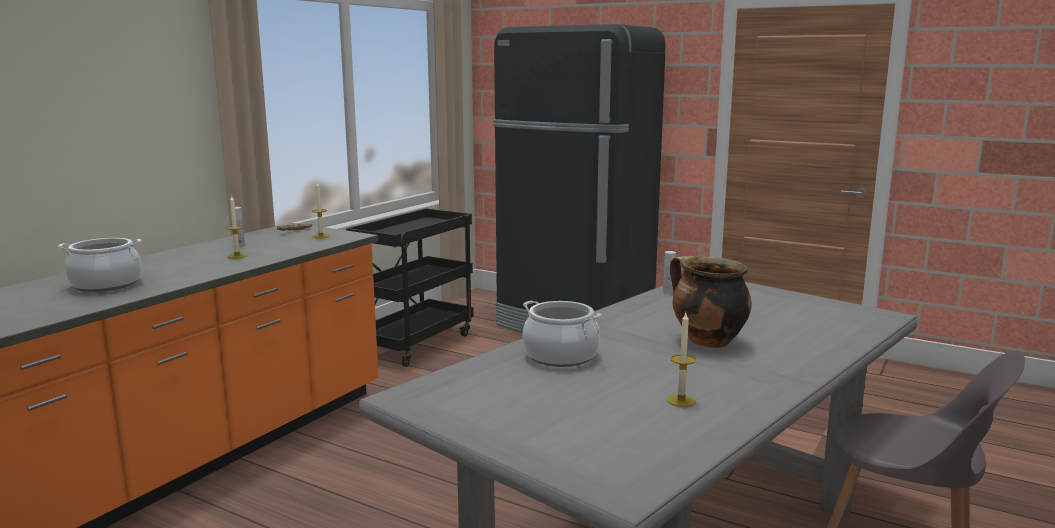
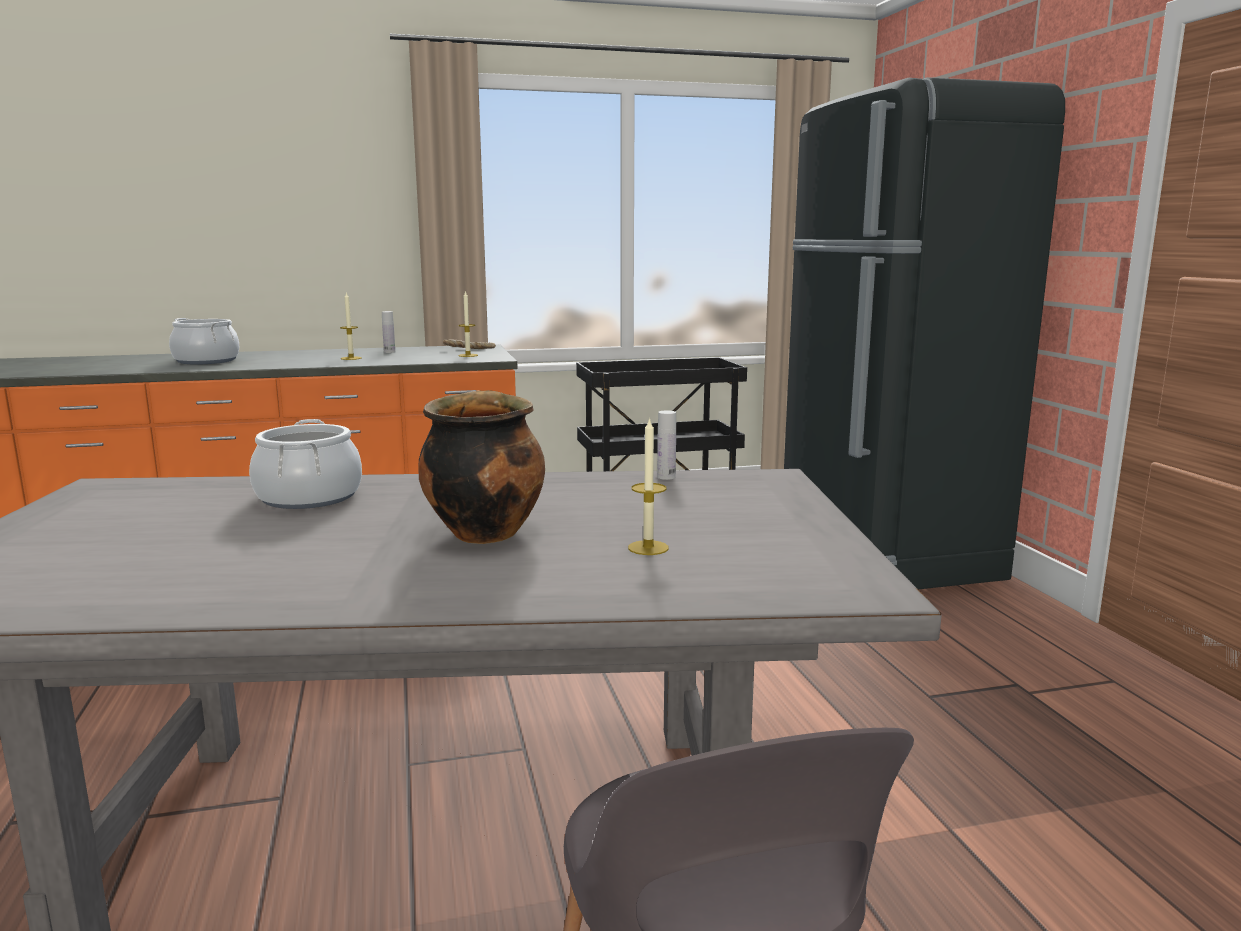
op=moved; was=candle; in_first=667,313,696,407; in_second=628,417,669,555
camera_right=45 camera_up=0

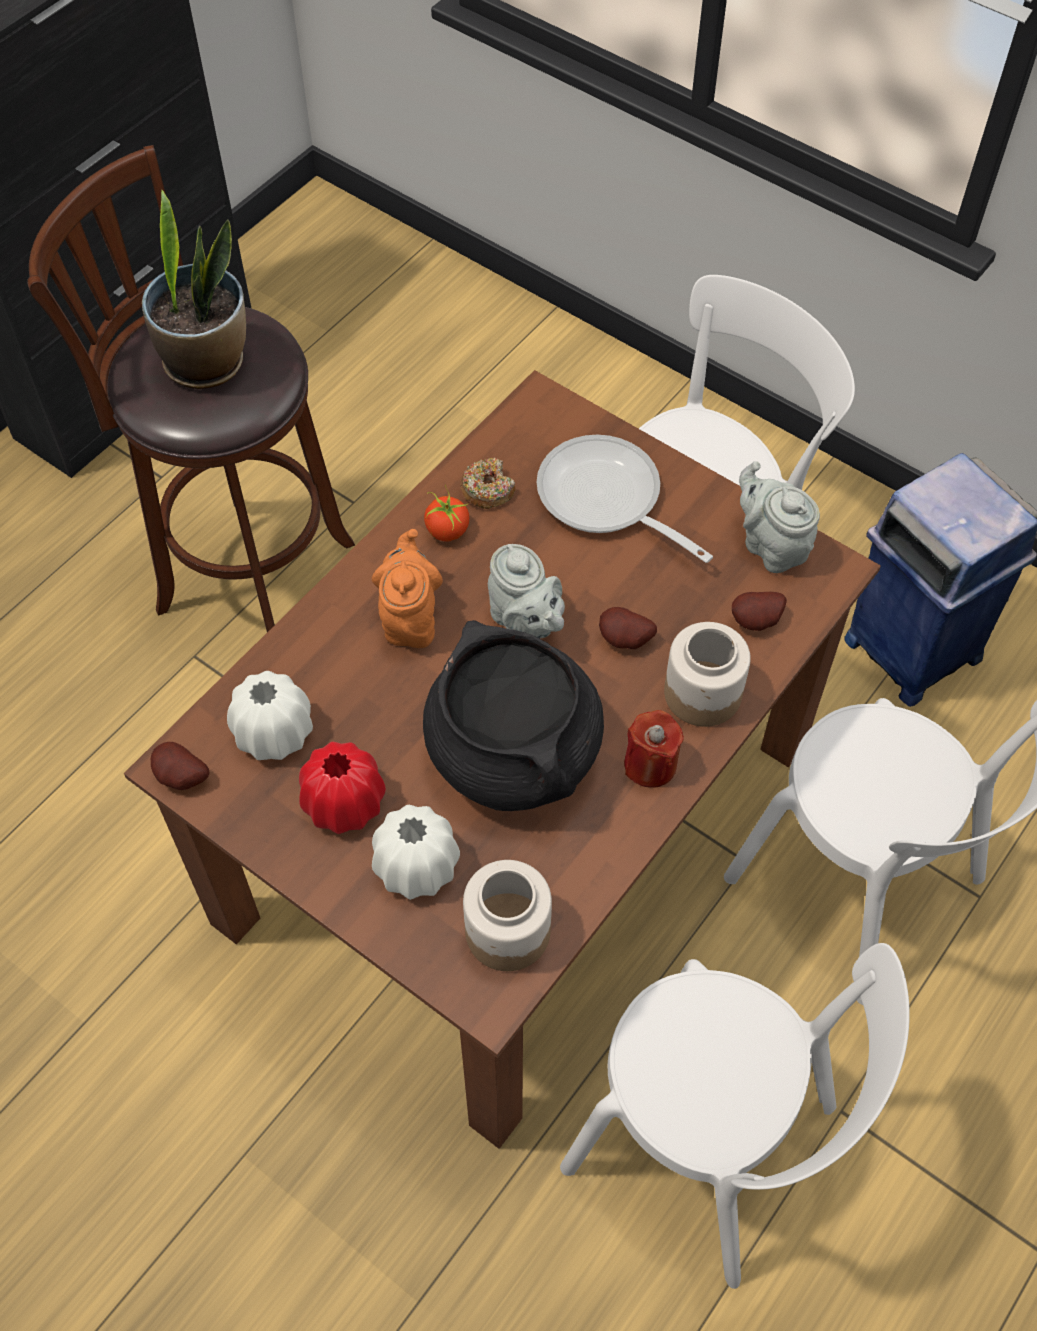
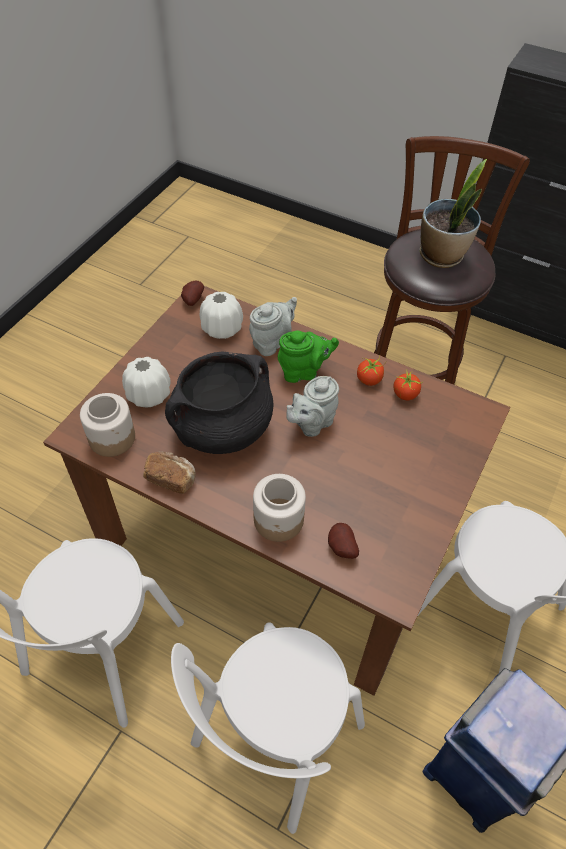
op=removed; was=red vase; in_first=299,742,386,834
op=recoloured; was=orange teapot; now=green teapot; in_first=372,529,443,648; in_second=278,330,339,383
op=replaced; was=donut; now=tomato; in_first=460,458,515,509; in_second=394,369,422,400
op=removed; was=frying pan; in_first=537,435,713,563
op=removed; was=potato; in_first=599,607,657,649
op=removed; was=red candle; in_first=624,710,684,788
op=moved; was=grey teapot; in_first=739,461,820,573; in_second=249,297,297,356
op=added; now=bread; in_second=143,451,196,494
camera_right=80 camera_up=-5

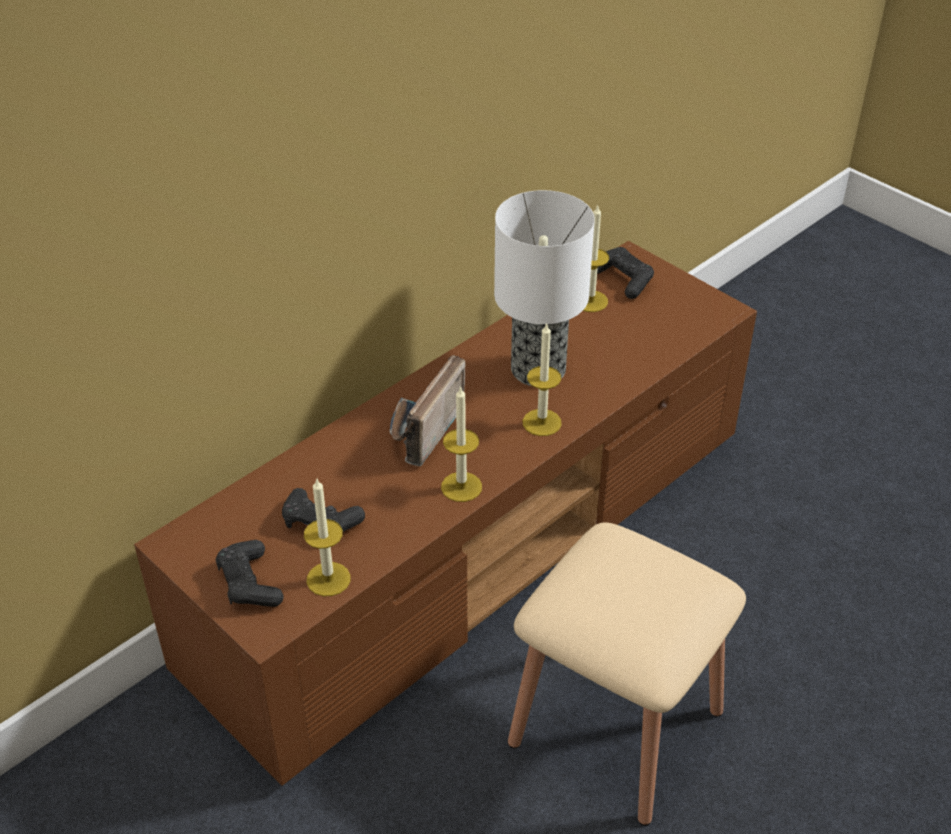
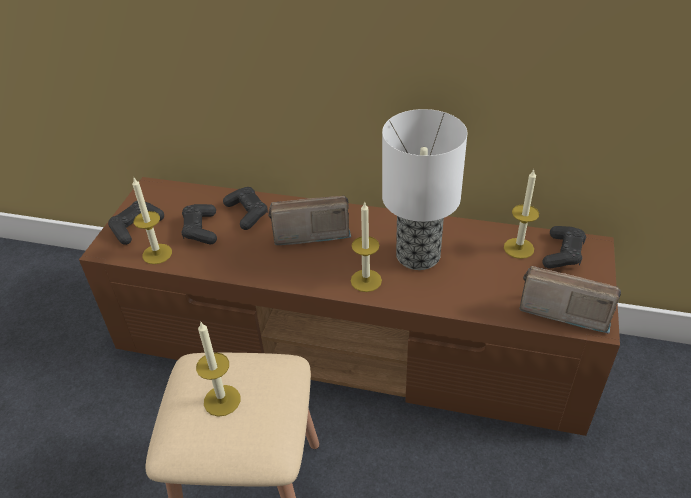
op=moved; was=candle; in_first=441,386,482,502; in_second=196,321,240,417
op=added; now=black game controller; in_second=223,187,268,230
op=added; now=radio; in_second=519,266,621,334
camera_right=60 camera_up=0

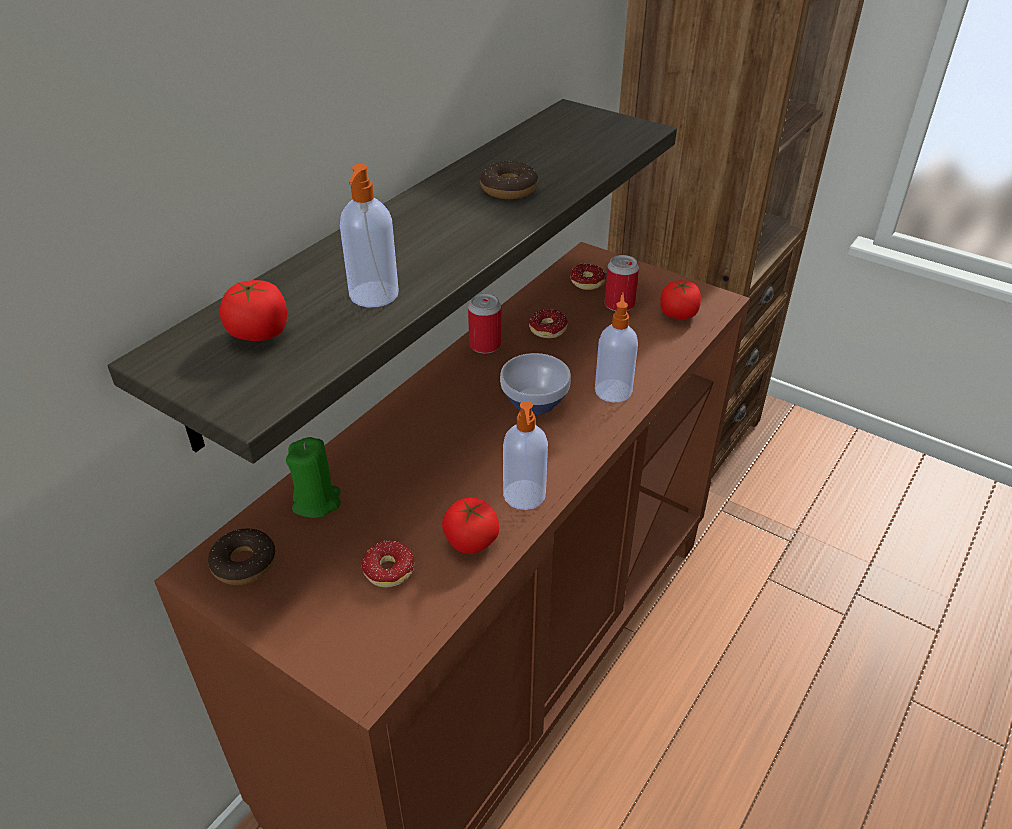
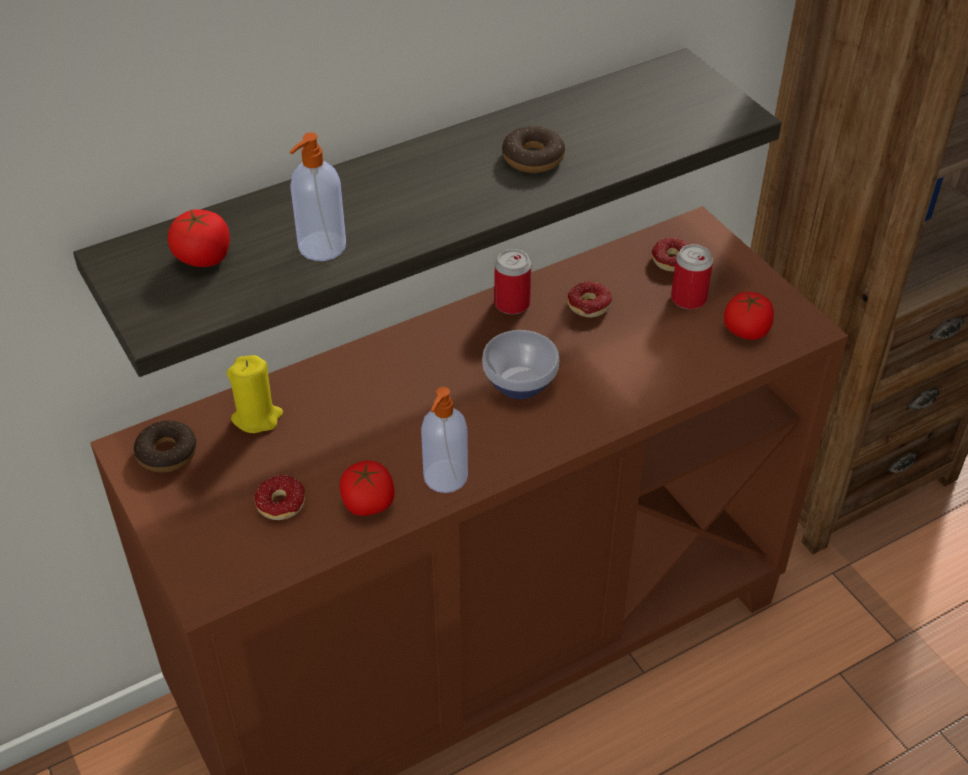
op=recoloured; was=green candle; now=yellow candle; in_first=286,437,341,518; in_second=227,355,283,433
op=removed; was=soap dispenser; in_first=595,292,638,402
camera_right=25 camera_up=5

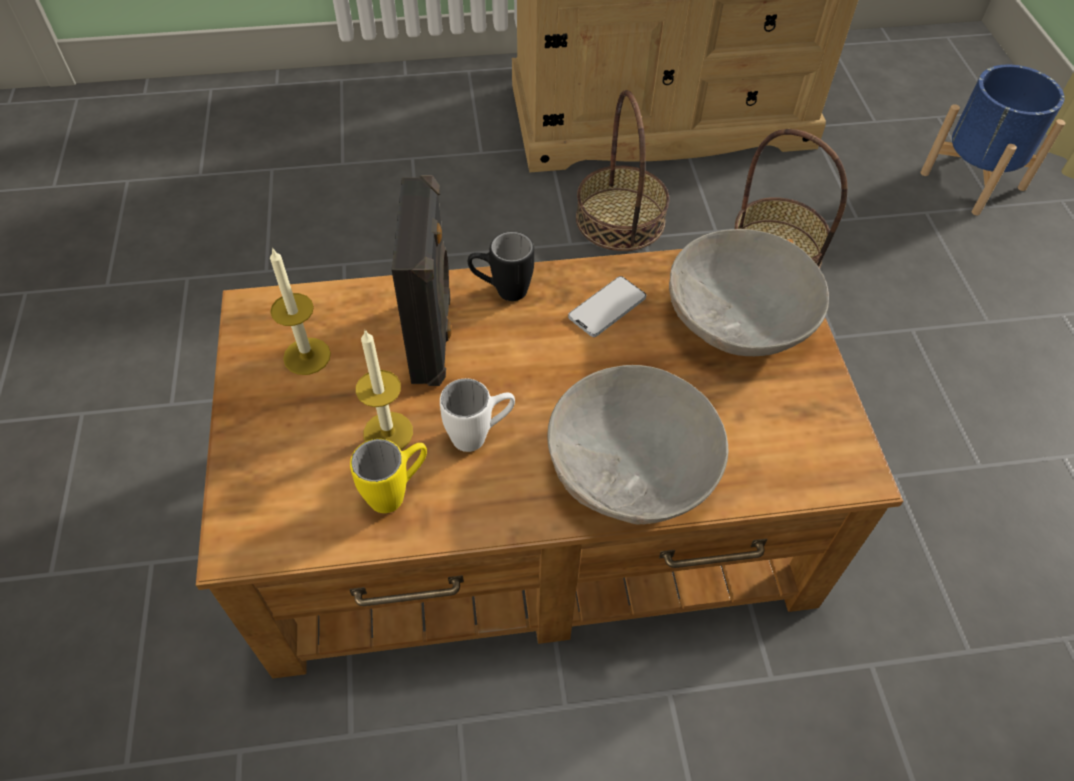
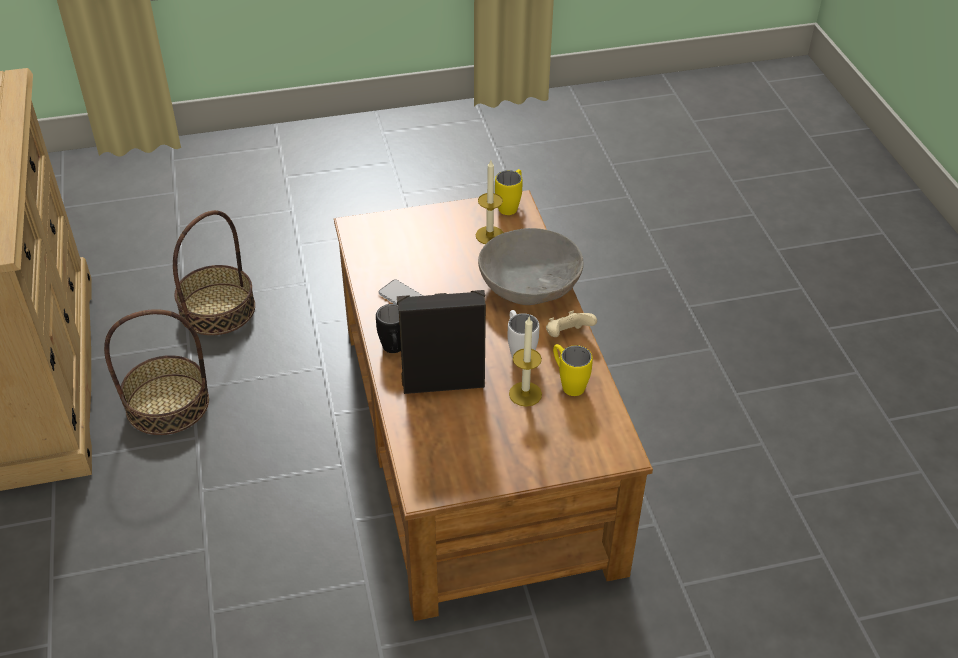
op=moved; was=candle; in_first=270,247,331,375; in_second=476,160,504,244
op=removed; was=grey bowl; in_first=669,229,829,356
op=removed; was=blue planter; in_first=920,64,1065,215
op=added; now=yellow mug; in_second=495,169,523,215
op=added; now=beige game controller; in_second=546,311,597,337
camera_right=-95 camera_up=-10

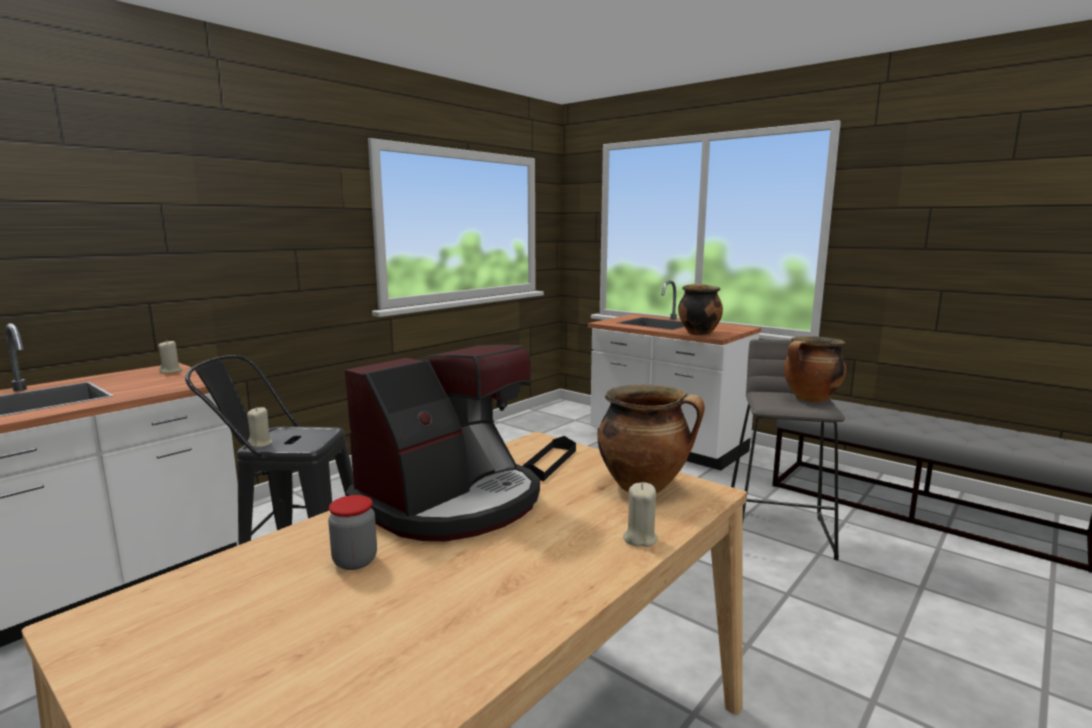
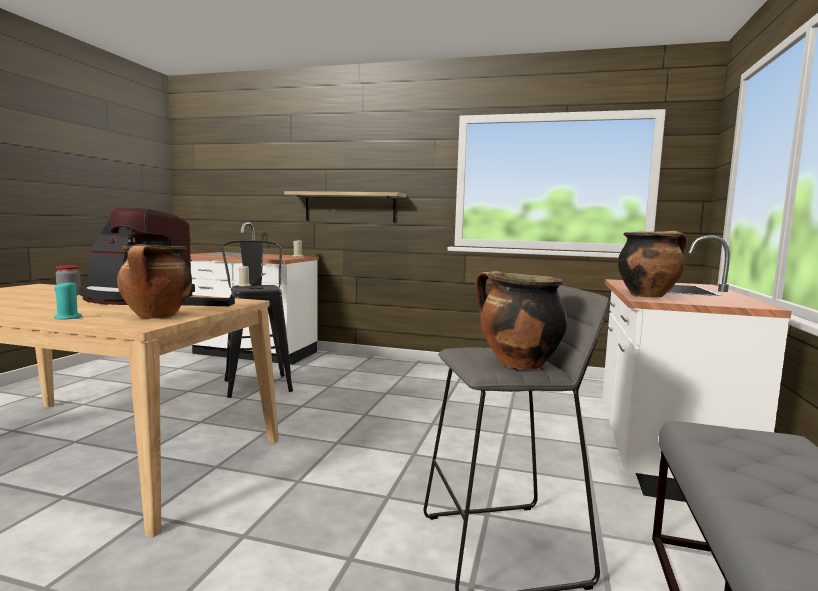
op=recoloured; was=beige candle; now=turquoise candle; in_first=623,483,657,547; in_second=54,280,82,320
op=added; now=shelf; in_second=284,191,406,223
camera_right=65 camera_up=-5

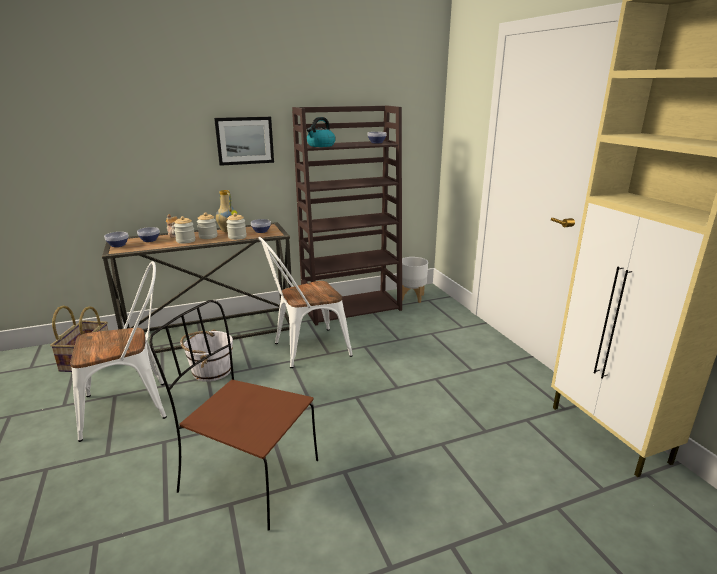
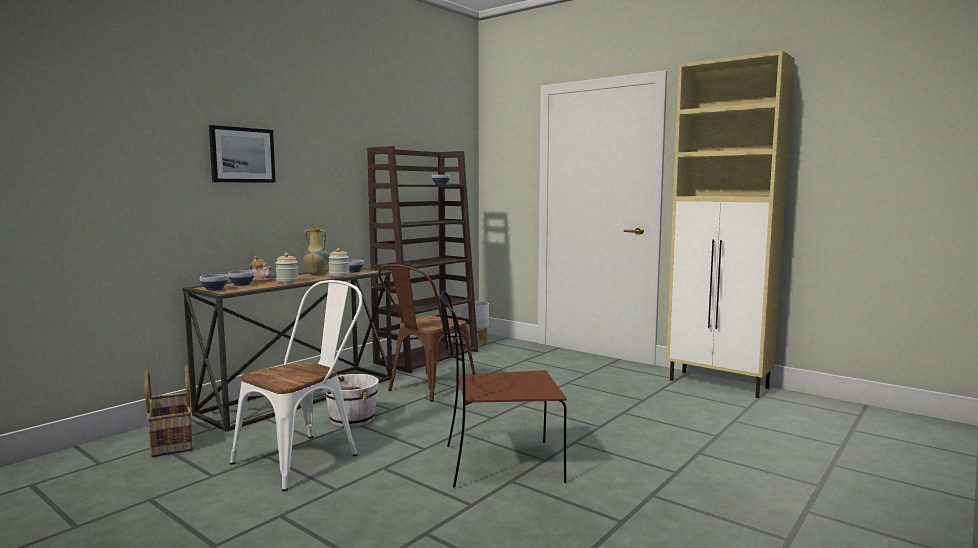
op=removed; was=jar; in_first=197,213,217,239
op=moved; was=picture; in_first=214,117,274,166; in_second=209,125,276,183
op=recoloured; was=white chair; now=brown chair; in_first=258,237,353,368; in_second=378,264,476,402
op=removed; was=kettle; in_first=307,117,336,147
camera_right=-30 camera_up=-15

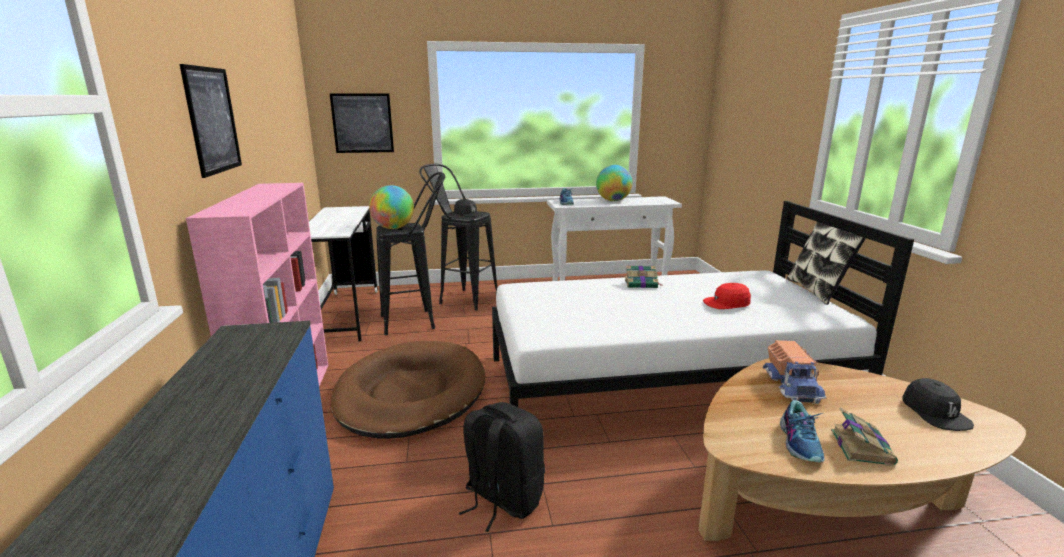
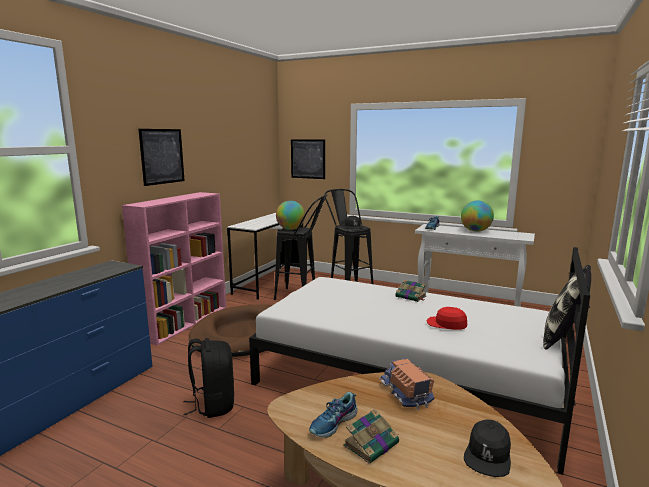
op=turned; was=toy truck; in_first=763,340,827,404; in_second=379,358,435,410; clockwise=120
camera_right=35 camera_up=-5

